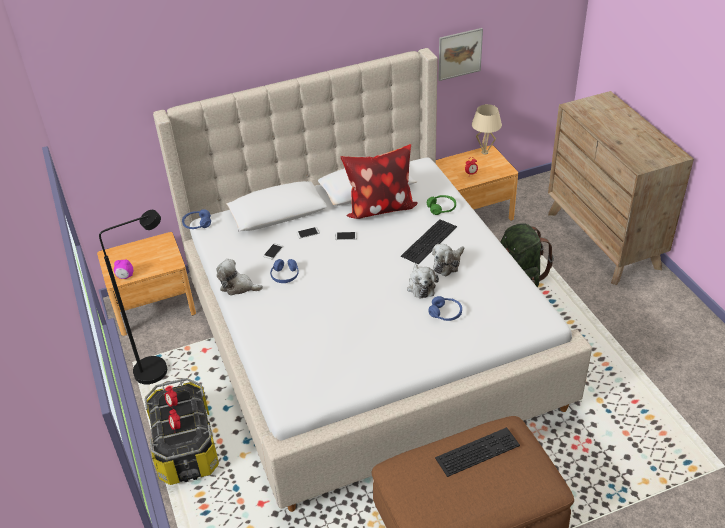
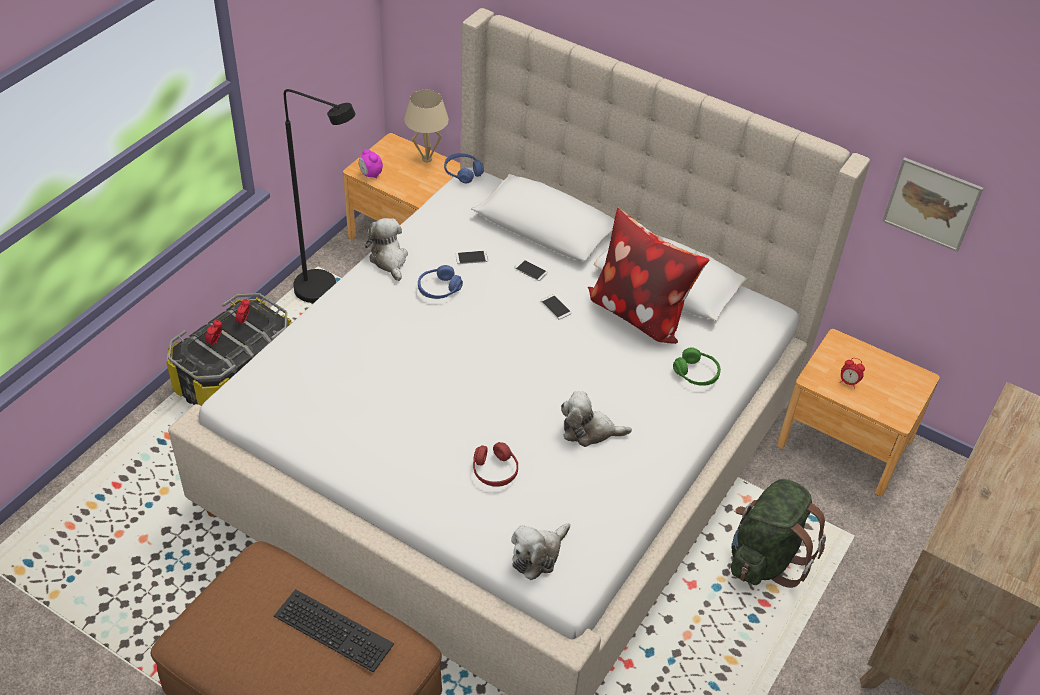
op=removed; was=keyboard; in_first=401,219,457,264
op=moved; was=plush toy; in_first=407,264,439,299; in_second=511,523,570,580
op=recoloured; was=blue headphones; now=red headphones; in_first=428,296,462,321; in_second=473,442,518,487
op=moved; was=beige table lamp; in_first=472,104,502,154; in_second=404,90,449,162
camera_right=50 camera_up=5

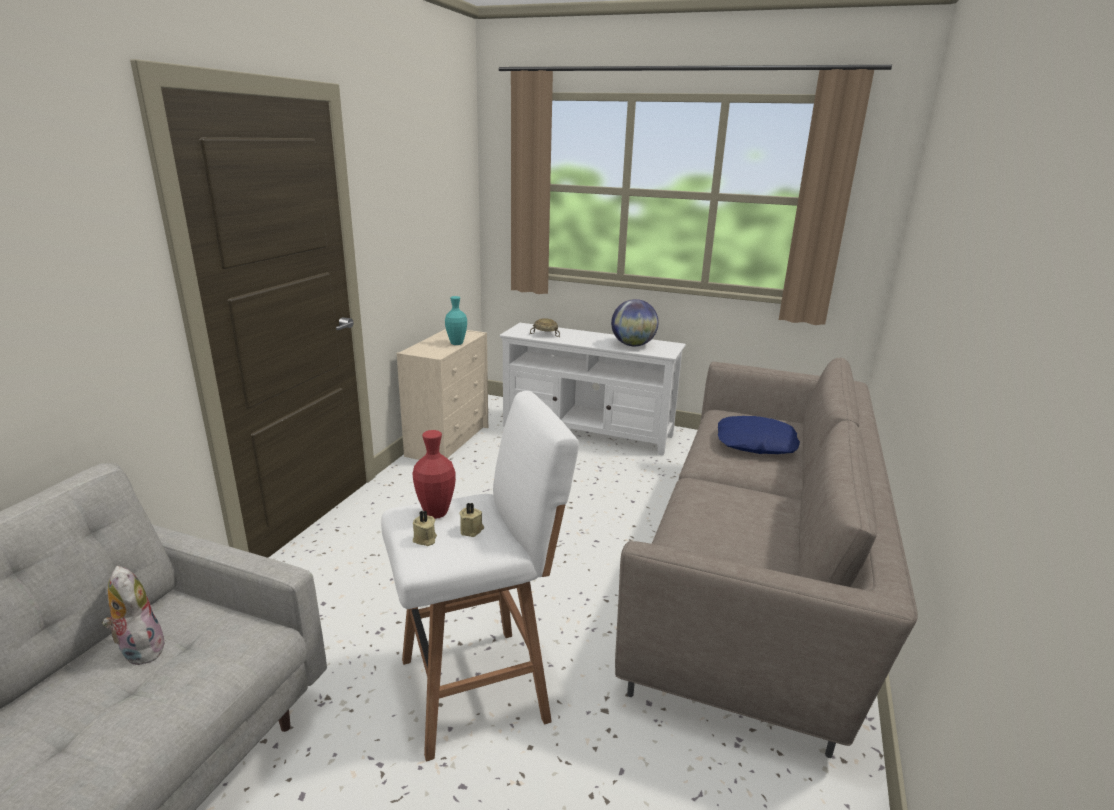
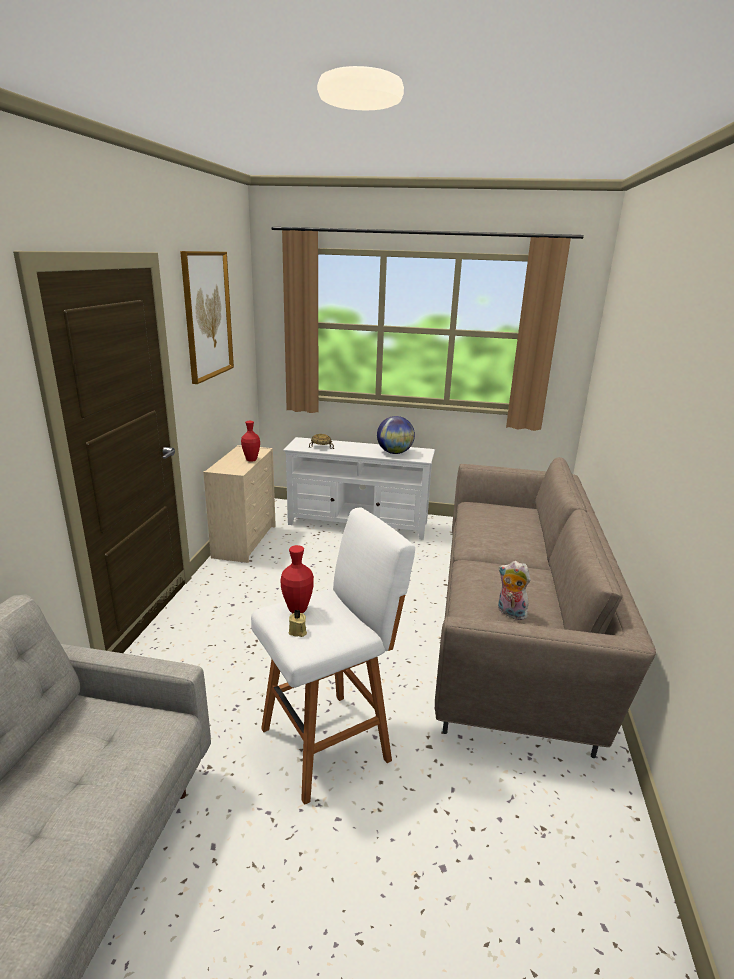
op=moved; was=plush toy; in_first=102,566,166,665; in_second=498,561,531,620
op=recoloured; was=turquoise vase; now=red vase; in_first=445,296,467,345; in_second=241,421,260,462
op=removed; was=beige candle; in_first=459,502,484,537
op=removed; was=blue pillow; in_first=718,416,800,454
op=added; now=picture; in_second=180,251,234,384
camera_right=-10 camera_up=0

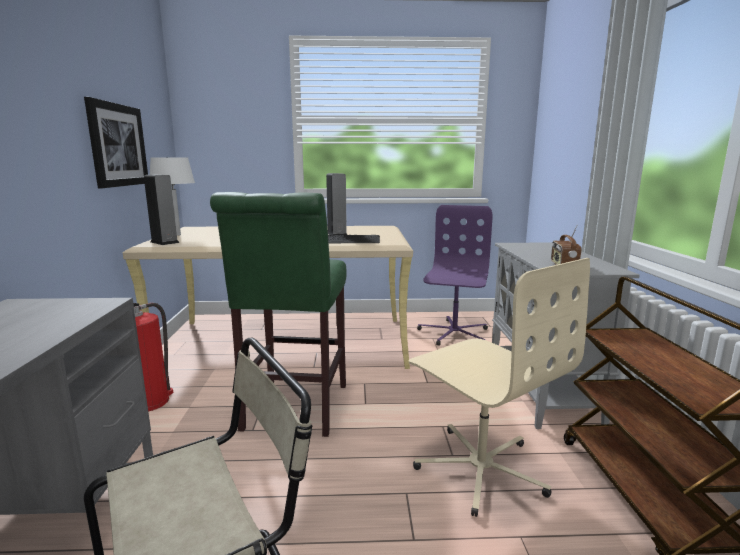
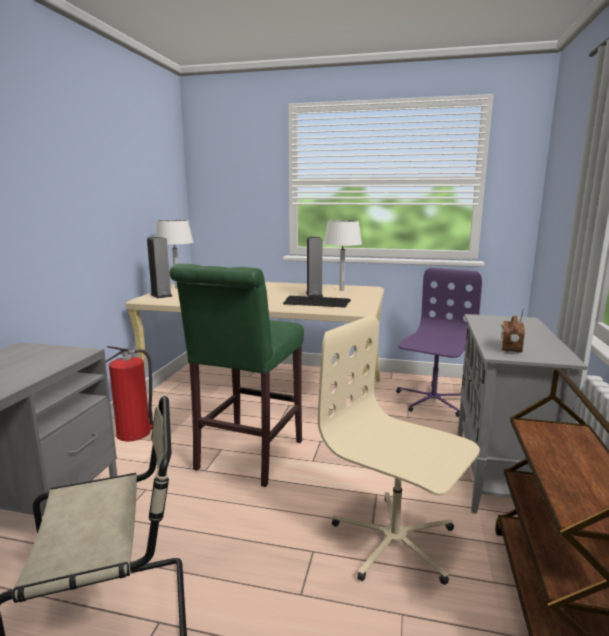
op=removed; was=picture; in_first=84,97,148,189
op=turned; was=beige office chair; in_first=408,258,590,517; in_second=318,315,480,585; clockwise=150
op=added; now=white table lamp; in_second=324,220,362,291
camera_right=15 camera_up=0

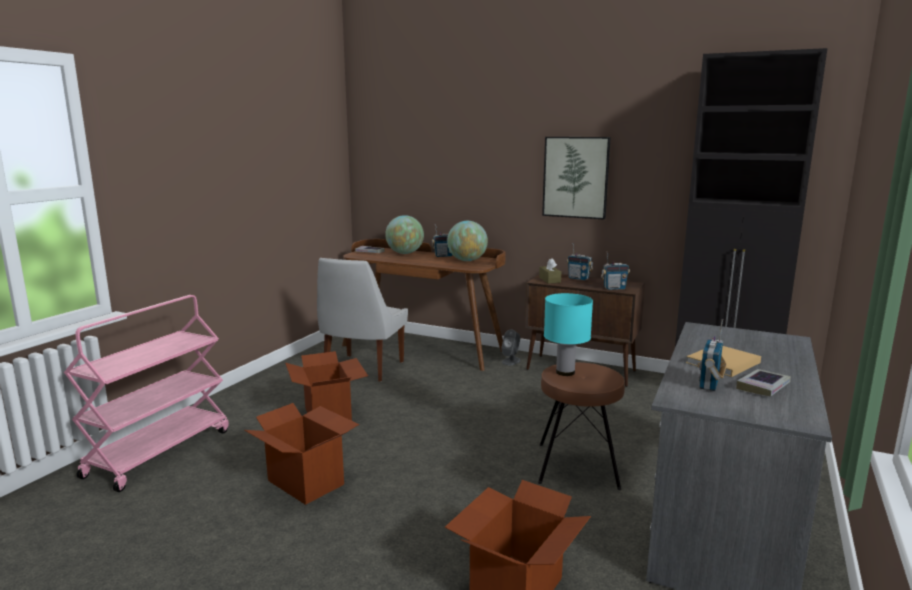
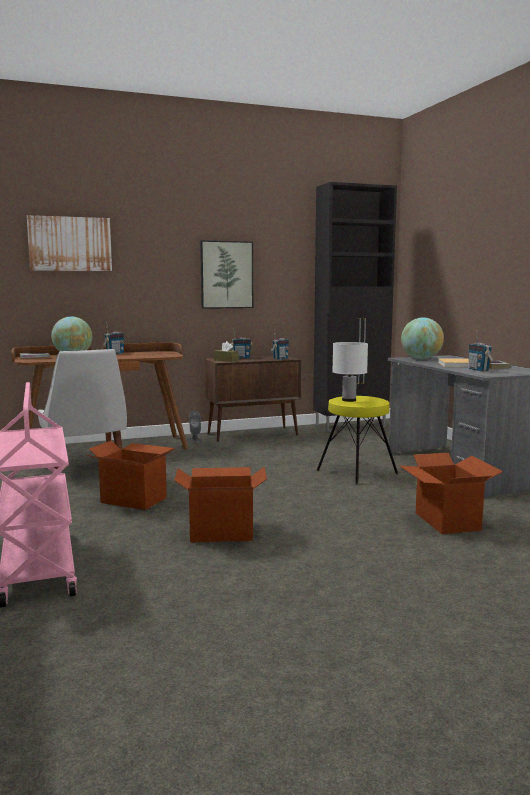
op=moved; was=globe; in_first=447,221,488,261; in_second=401,318,444,359
op=recoloured; was=brown stool; now=yellow stool; in_first=538,362,625,490; in_second=316,396,398,485
op=recoloured; was=turquoise table lamp; now=white table lamp; in_first=544,293,593,376; in_second=332,342,368,402
op=added; now=picture; in_second=27,215,112,271
camera_right=-45 camera_up=-5

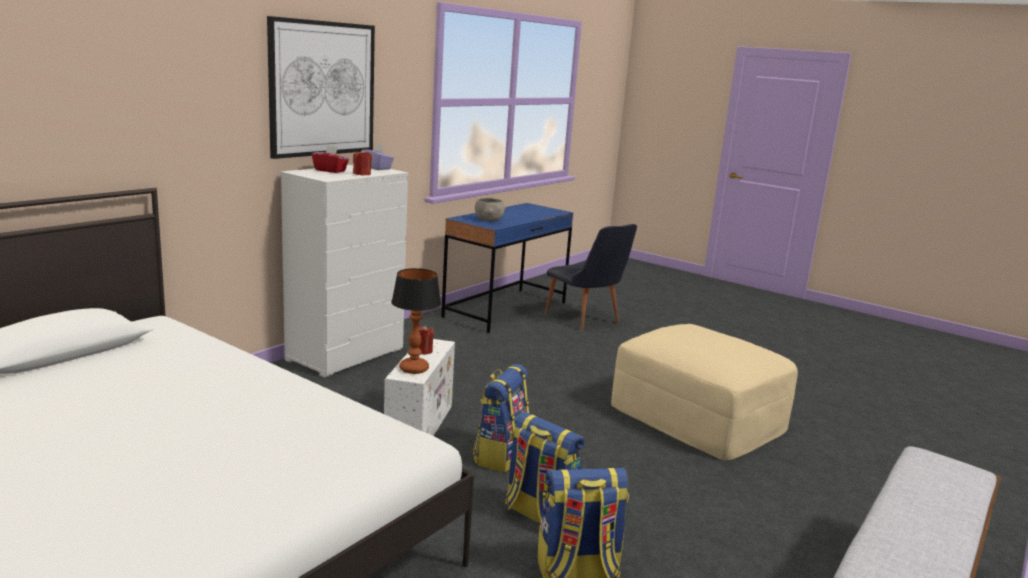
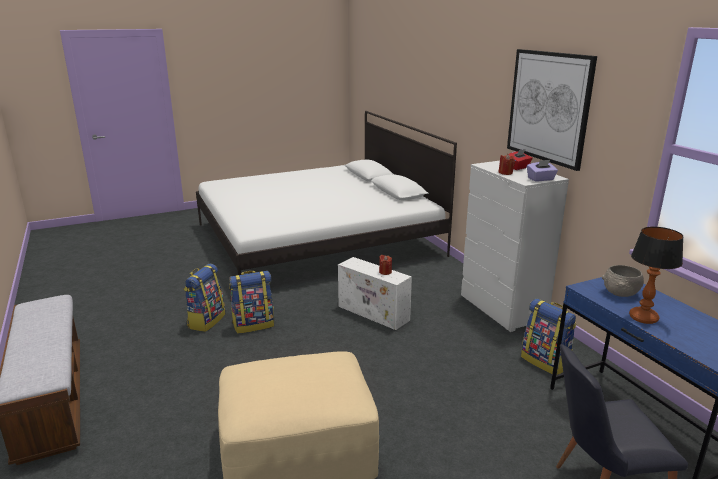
op=moved; was=table lamp; in_first=391,268,441,374; in_second=629,227,684,324
op=moved; was=backpack; in_first=473,364,529,472; in_second=521,299,576,375
camera_right=120 camera_up=5

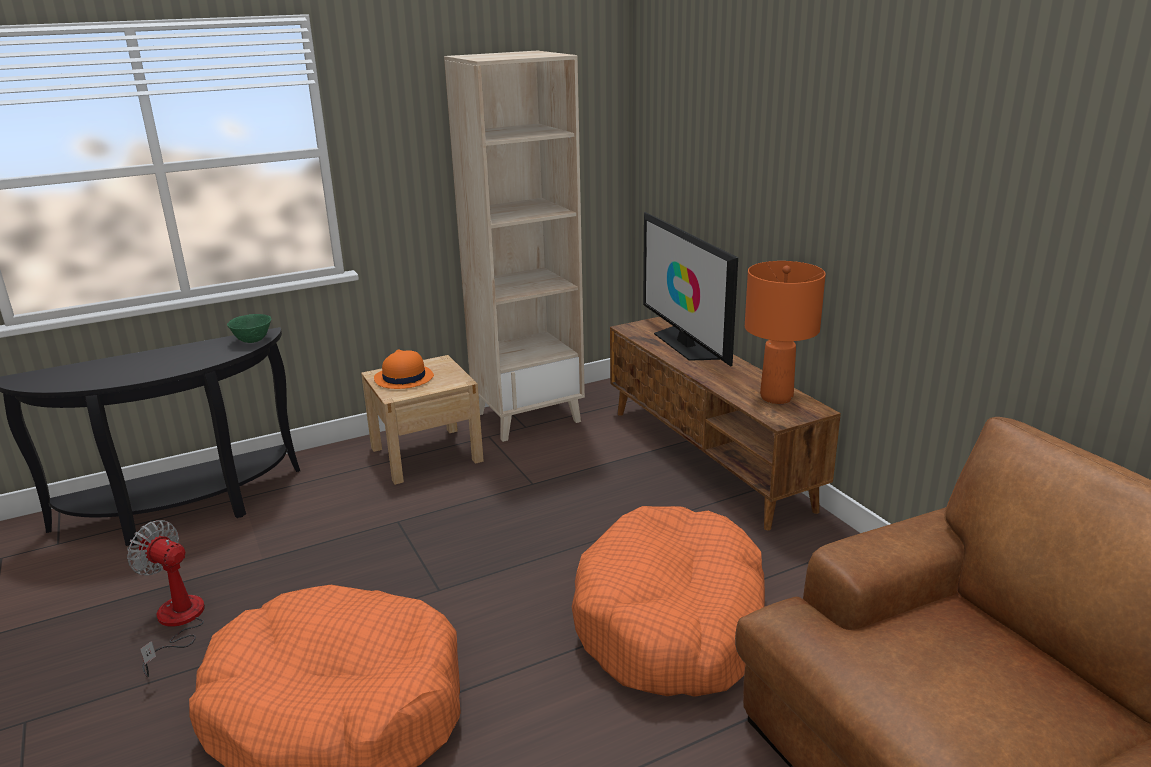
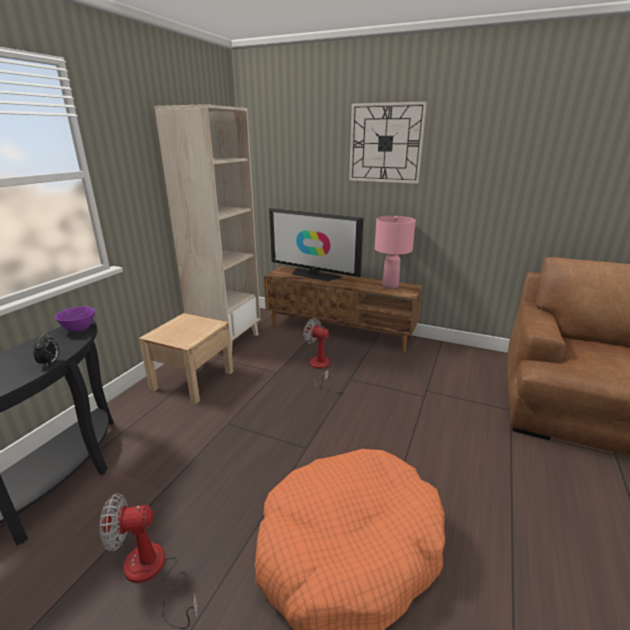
op=recoloured; was=green bowl; now=purple bowl; in_first=227,314,271,343; in_second=55,306,95,331
op=removed; was=orange hat; in_first=374,349,434,389
op=removed; was=orange dog bed; in_first=571,506,765,697
op=recoloured; was=orange table lamp; now=pink table lamp; in_first=745,261,826,404; in_second=375,216,416,289
op=added; now=alarm clock; in_second=34,334,59,367
op=added; now=fan; in_second=303,318,333,388
op=added; now=wall clock; in_second=349,102,427,184
camera_right=-40 camera_up=0

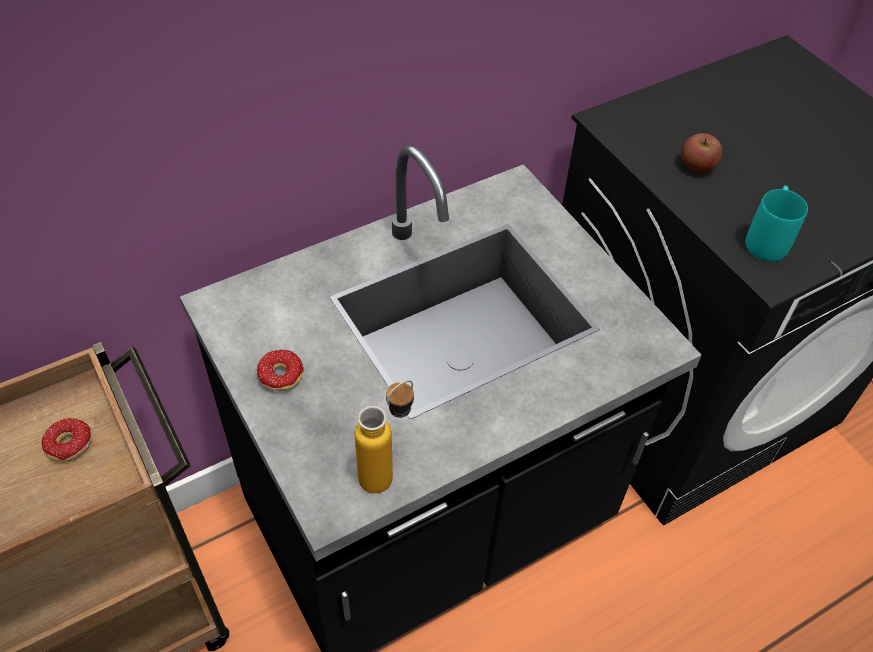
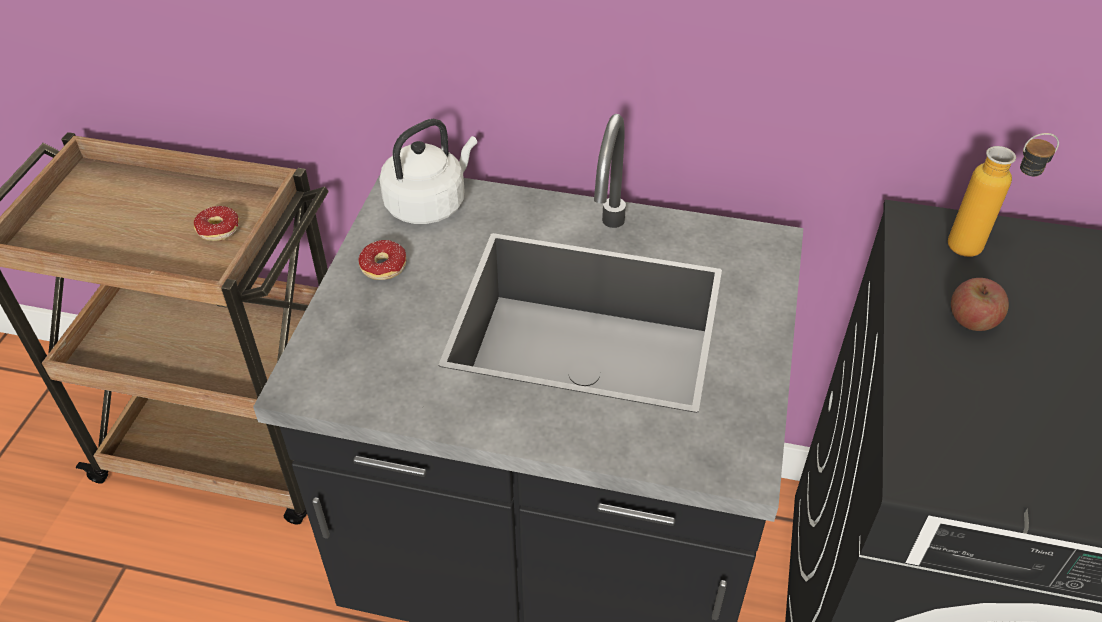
op=moved; was=bottle; in_first=354,380,414,493; in_second=948,133,1059,257
op=removed; was=turquoise mug; in_first=745,186,808,261
op=added; now=white kettle; in_second=380,119,477,224
camera_right=45 camera_up=-5

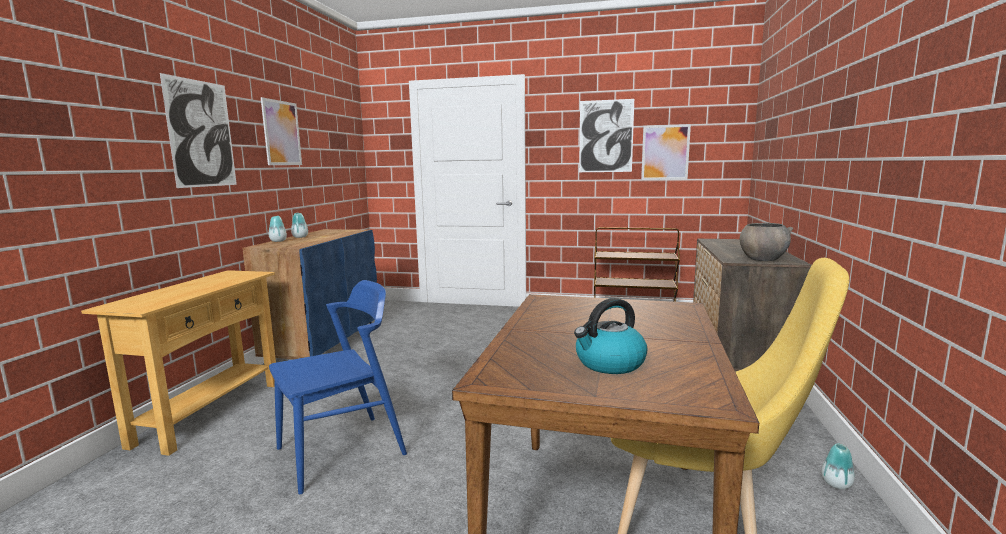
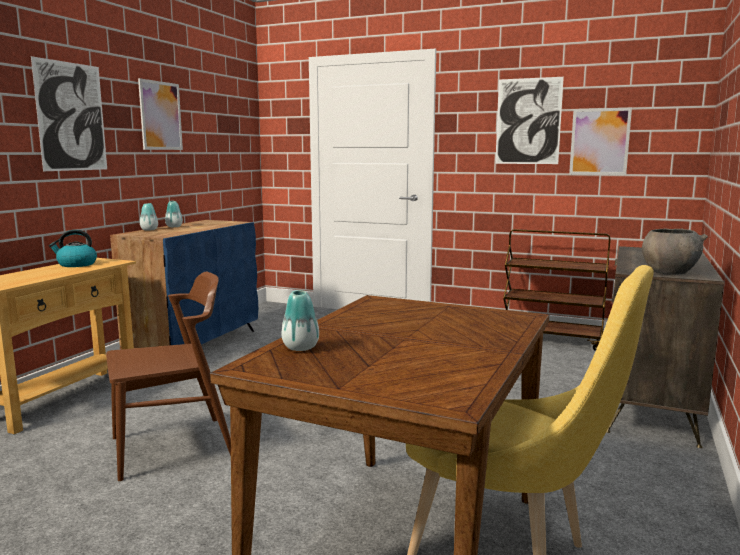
op=recoloured; was=blue chair; now=brown chair; in_first=269,280,407,494; in_second=106,272,231,481
op=moved; was=kettle; in_first=574,298,648,374; in_second=49,230,97,267
op=moved; was=vase; in_first=822,444,855,489; in_second=281,290,319,351
camera_right=10 camera_up=0

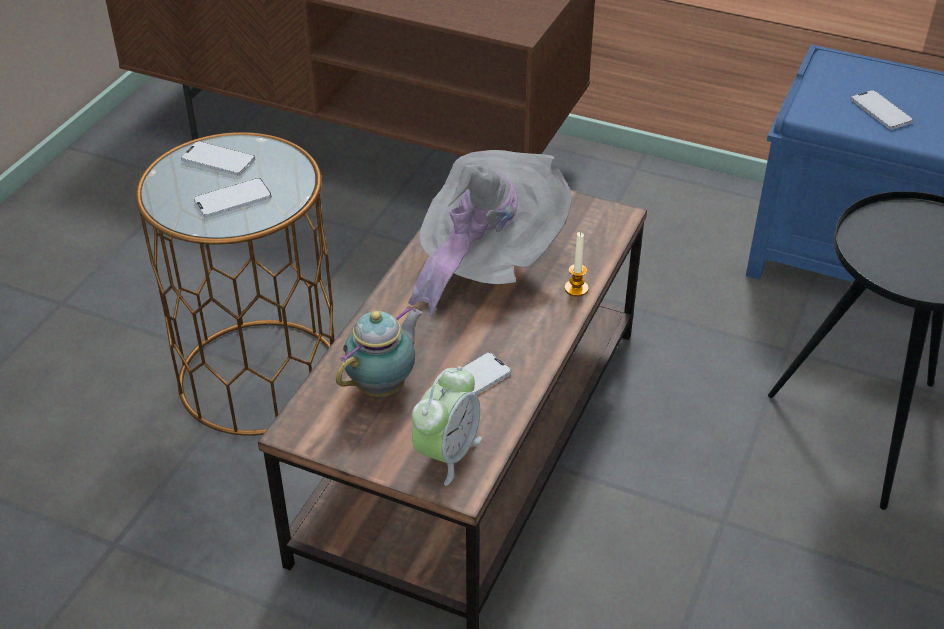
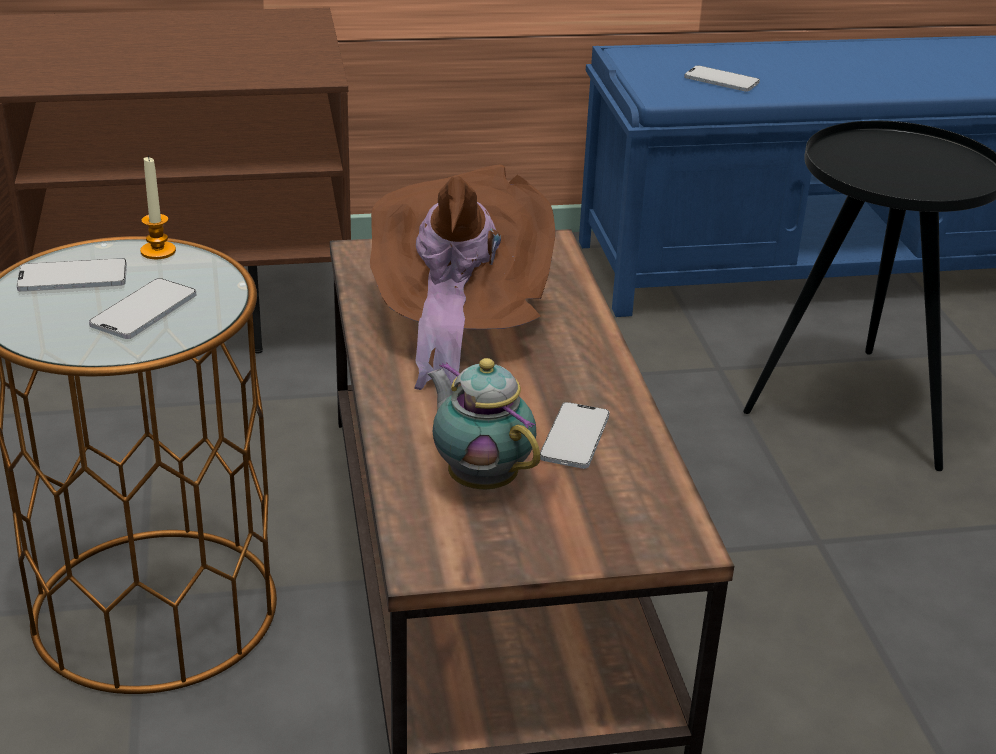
op=turned; was=teapot; in_first=336,307,423,397; in_second=427,358,540,489; clockwise=-45
op=recoloured; was=grey hat; now=brown hat; in_first=408,150,572,317; in_second=370,164,555,390
op=removed; was=alarm clock; in_first=411,366,482,486
op=moved; was=candle; in_first=564,232,589,297; in_second=140,155,176,259
camera_right=-35 camera_up=-10

